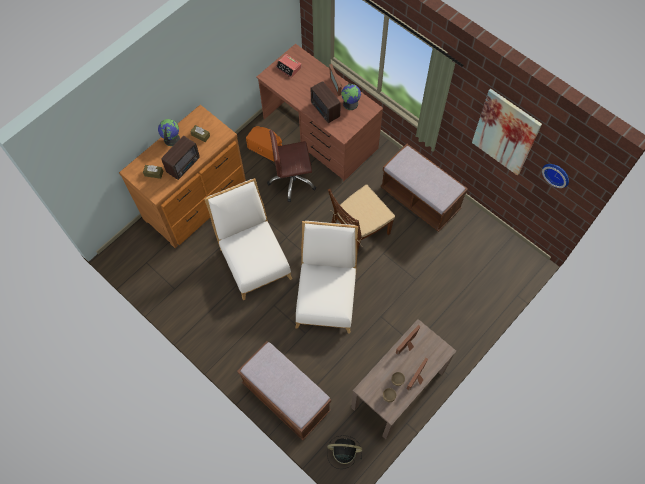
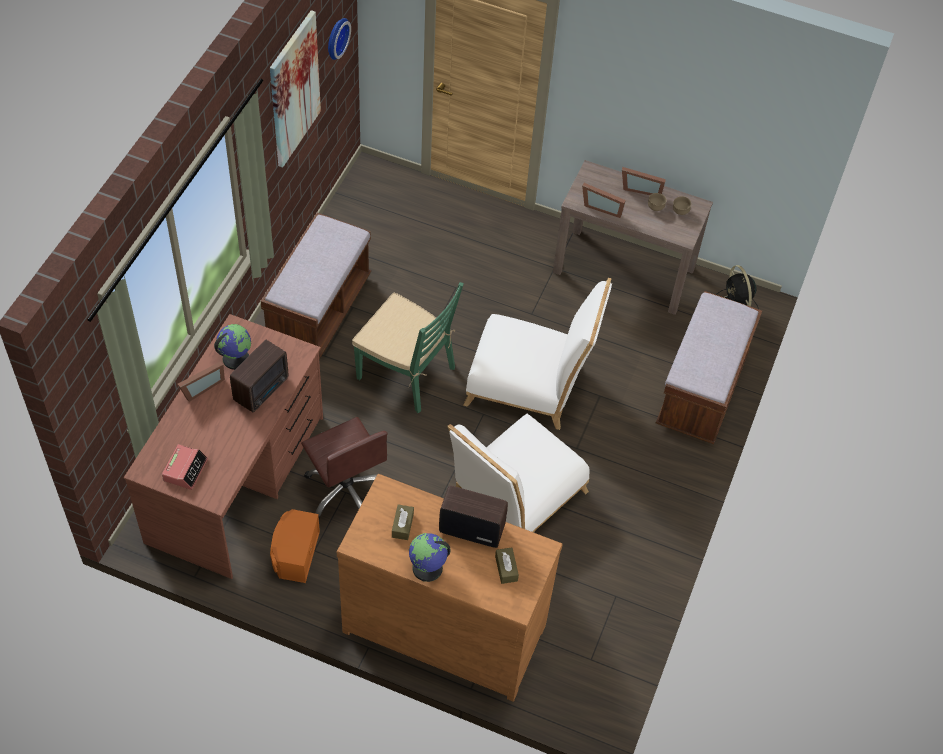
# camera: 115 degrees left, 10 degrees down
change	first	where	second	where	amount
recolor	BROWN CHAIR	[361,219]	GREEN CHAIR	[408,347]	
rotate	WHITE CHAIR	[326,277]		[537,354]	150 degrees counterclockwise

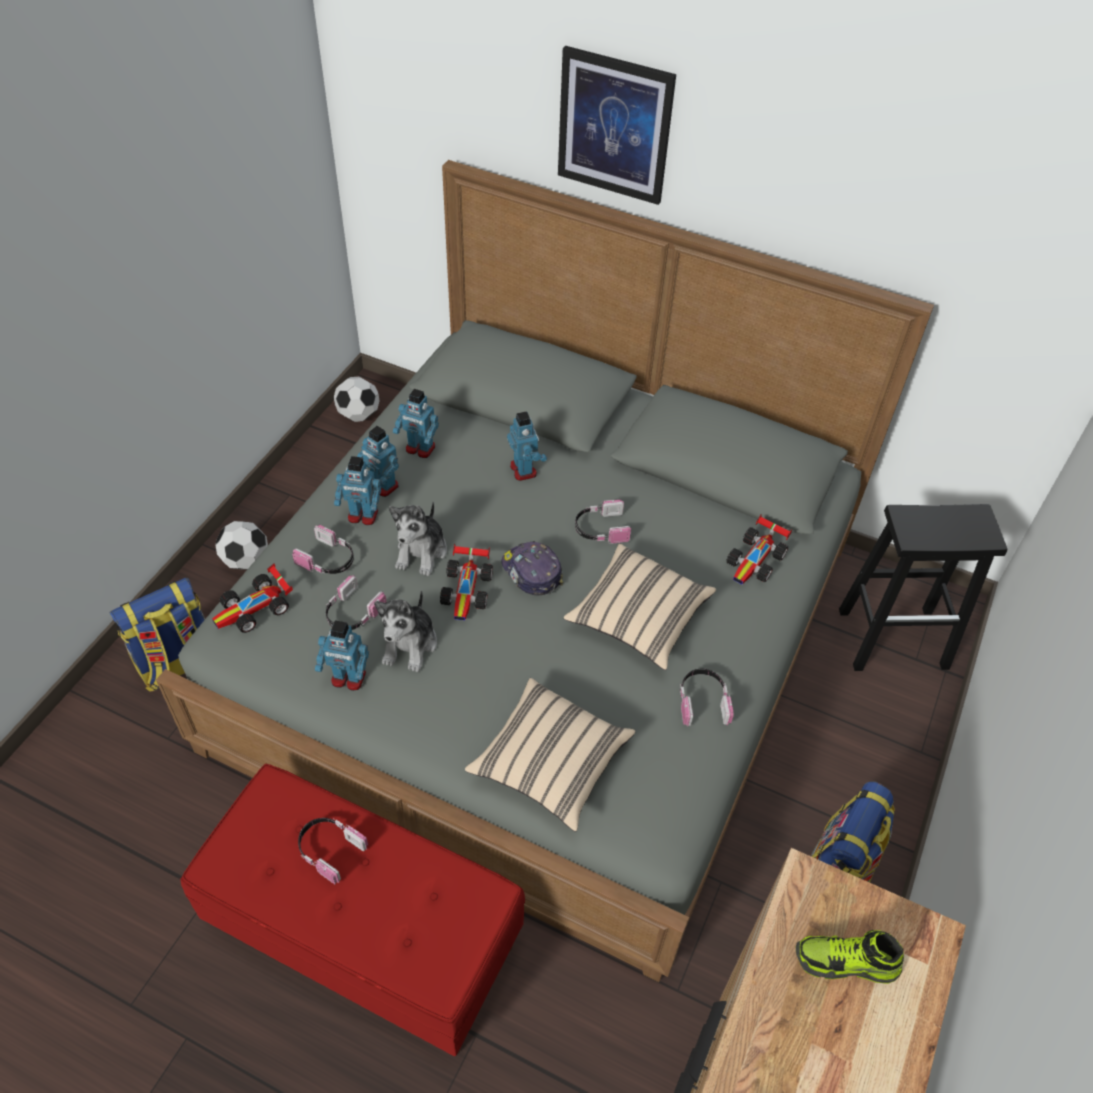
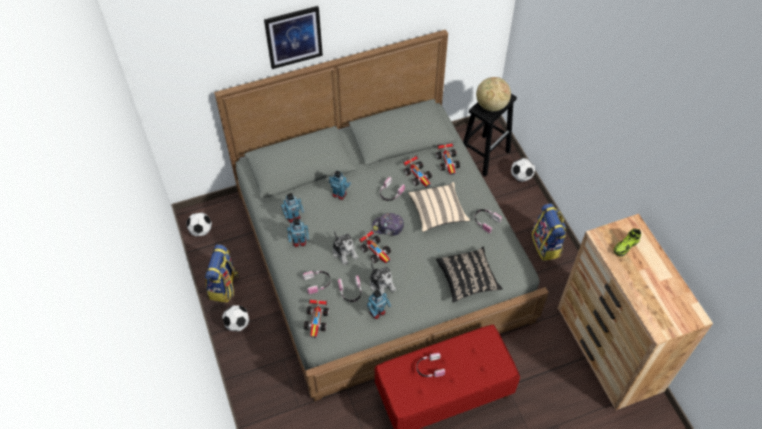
# camera: 45 degrees left, 5 degrees up
change	first	where	second	where	amount
move	BACKPACK	[157,635]		[222,273]	
insert			TOY CAR	[417,171]	
recolor	BEIGE PILLOW	[550,755]	BLACK PILLOW	[469,274]	
insert			GLOBE	[493,94]	
insert			FOOTBALL	[523,170]	
delete	TOY ROBOT	[357,490]			

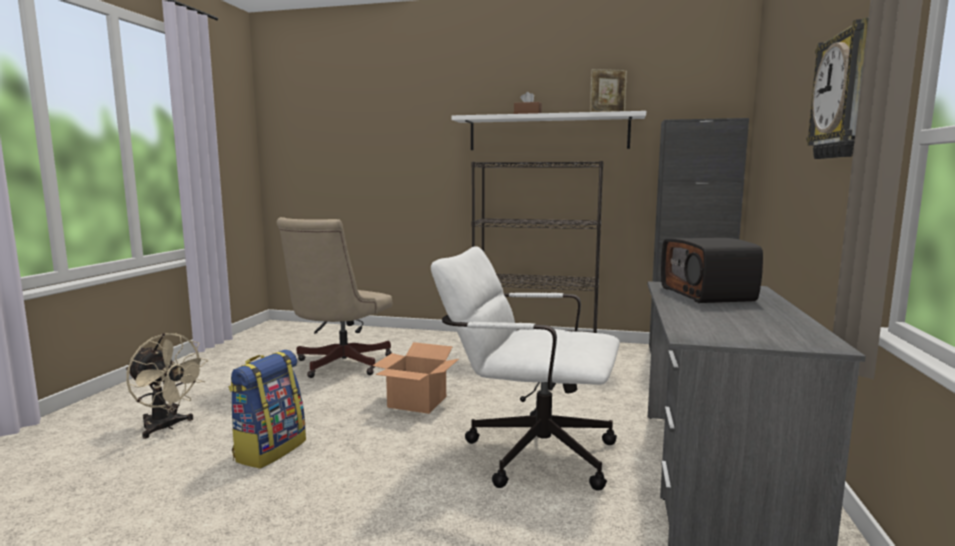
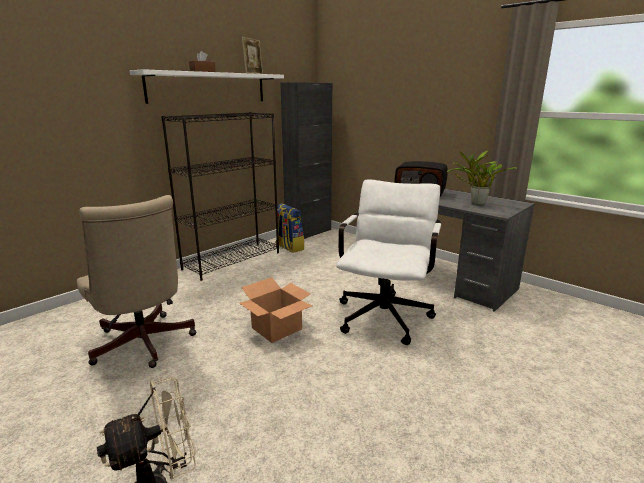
# camera: 60 degrees left, 10 degrees up
change	first	where	second	where	amount
move	BACKPACK	[267,409]		[290,228]	
rotate	WHITE OFFICE CHAIR	[525,368]		[388,262]	150 degrees clockwise
insert			POTTED PLANT	[482,178]	
delete	WALL CLOCK	[837,88]			

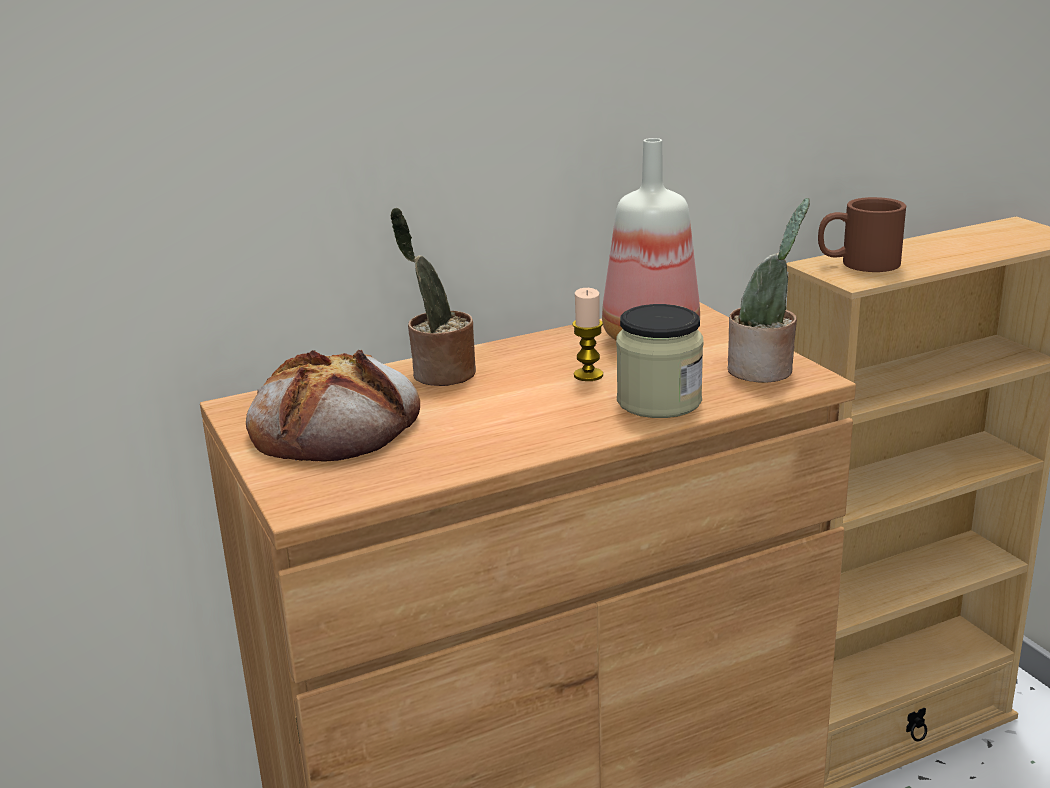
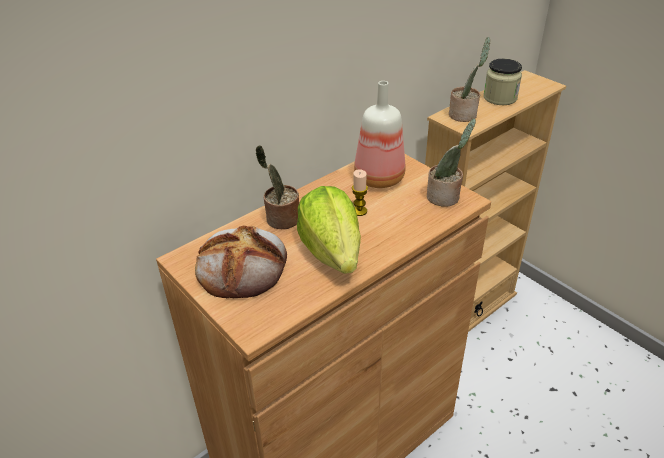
# camera: 15 degrees left, 15 degrees up
change	first	where	second	where	amount
insert			LETTUCE	[329,230]	
replace	BROWN MUG	[862,234]	POTTED PLANT	[469,79]	
move	JAR	[660,361]		[502,82]	

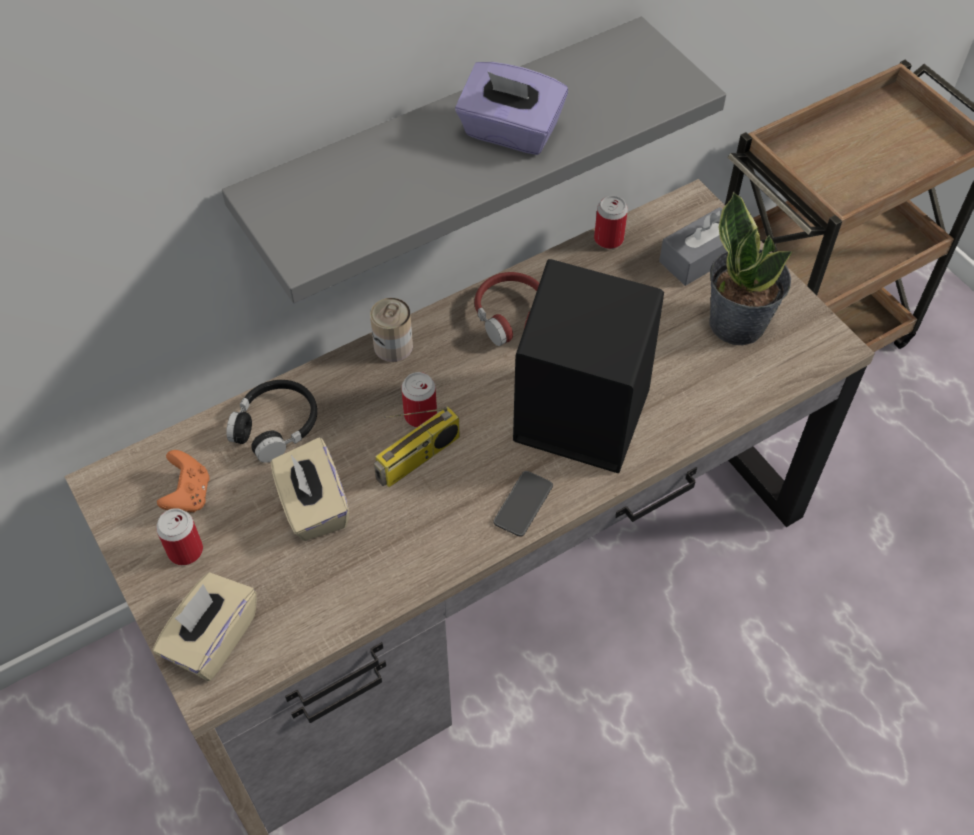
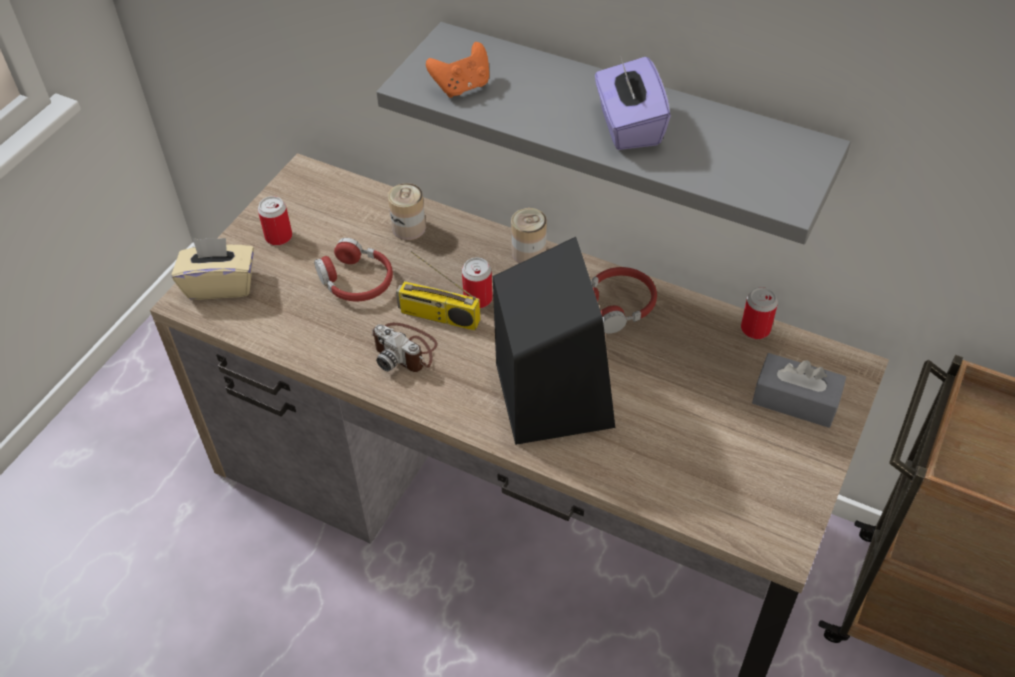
# camera: 60 degrees right, 5 degrees down
change	first	where	second	where	amount
replace	BEIGE TISSUE BOX	[310,489]	RED HEADPHONES	[353,269]	
insert			PHOTO CAMERA	[404,347]	
replace	BLACK HEADPHONES	[271,421]	CAN	[407,211]	
move	ORANGE GAME CONTROLLER	[183,481]		[457,70]	
delete	PHONE	[523,504]			
delete	POTTED PLANT	[751,268]			

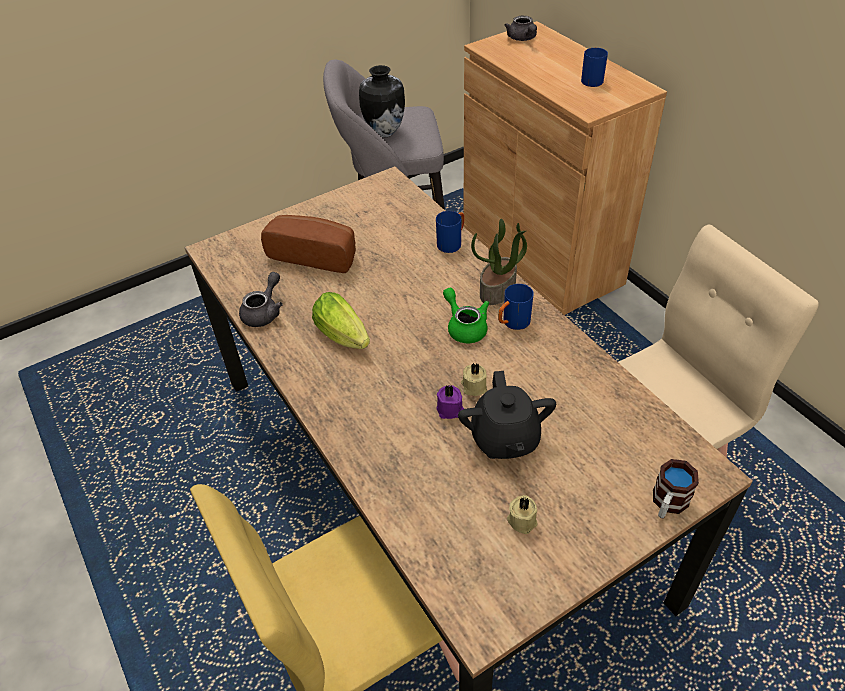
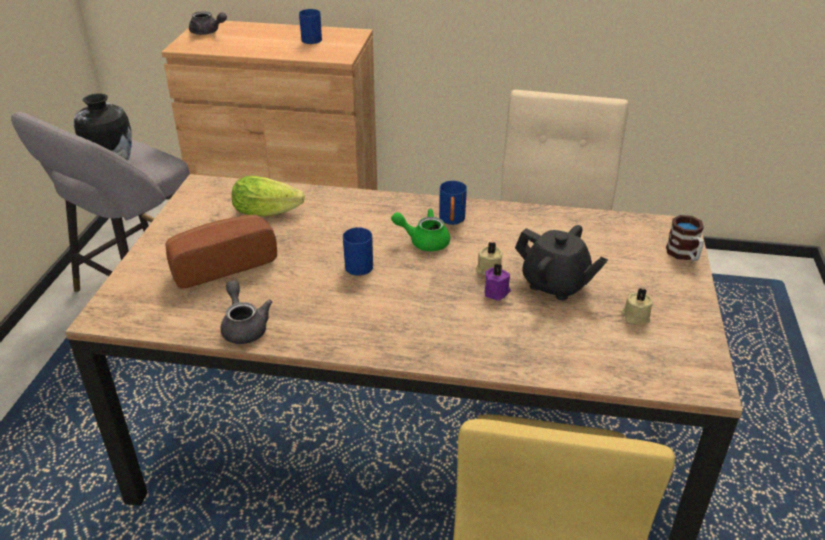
# camera: 50 degrees left, 10 degrees down
change	first	where	second	where	amount
move	LETTUCE	[341,320]		[268,196]	
move	BLUE MUG	[450,232]		[358,251]	
delete	POTTED PLANT	[499,262]			

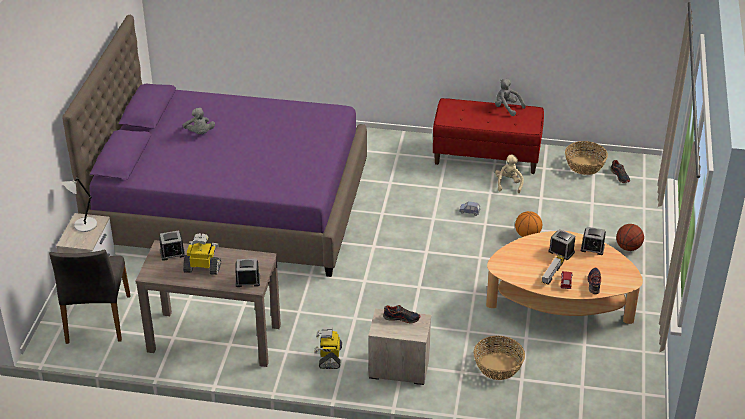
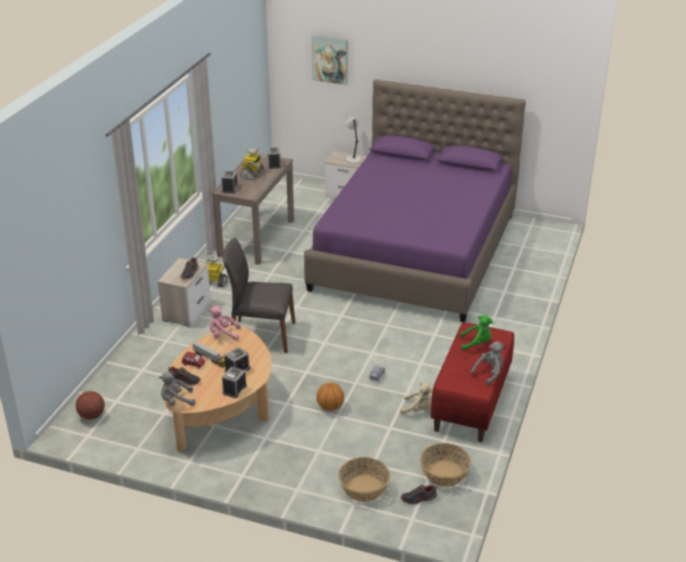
# camera: 100 degrees right, 5 degrees down
change	first	where	second	where	amount
move	BASKETBALL	[630,237]		[90,405]	
move	GREY PLUSH TOY	[199,120]		[177,388]	
insert			PINK PLUSH TOY	[225,323]	
move	GREY CHAIR	[90,297]		[259,295]	
insert			PICTURE	[329,60]	
move	BASKET	[499,358]		[364,479]	
insert			GREEN PLUSH TOY	[476,333]	

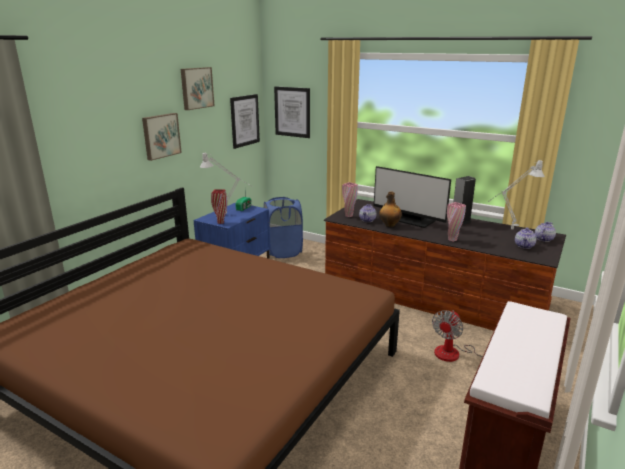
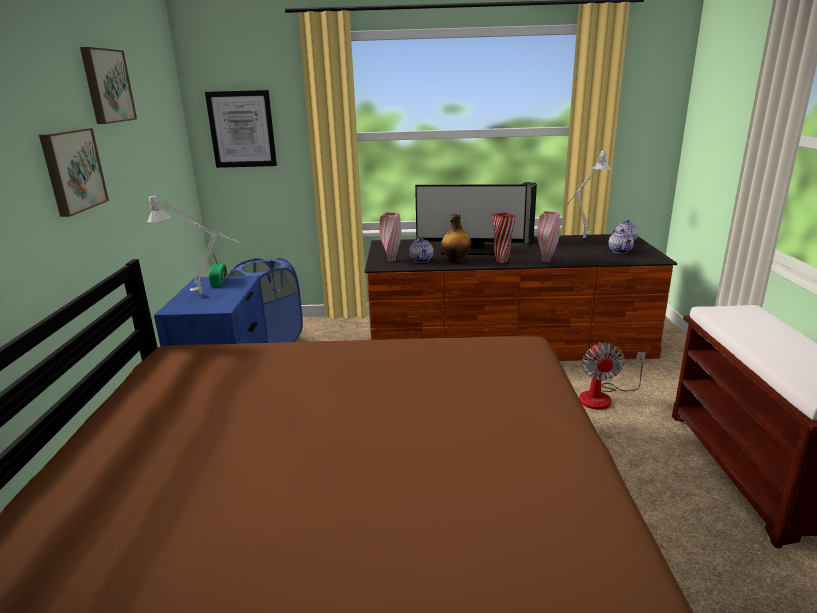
# camera: 30 degrees left, 0 degrees up
change	first	where	second	where	amount
move	RED VASE	[219,206]		[503,238]	
delete	PICTURE	[245,121]			

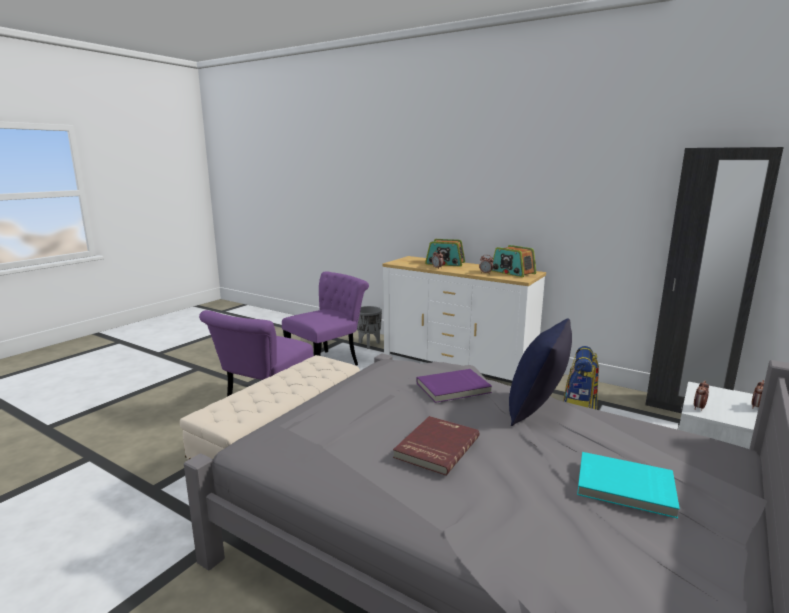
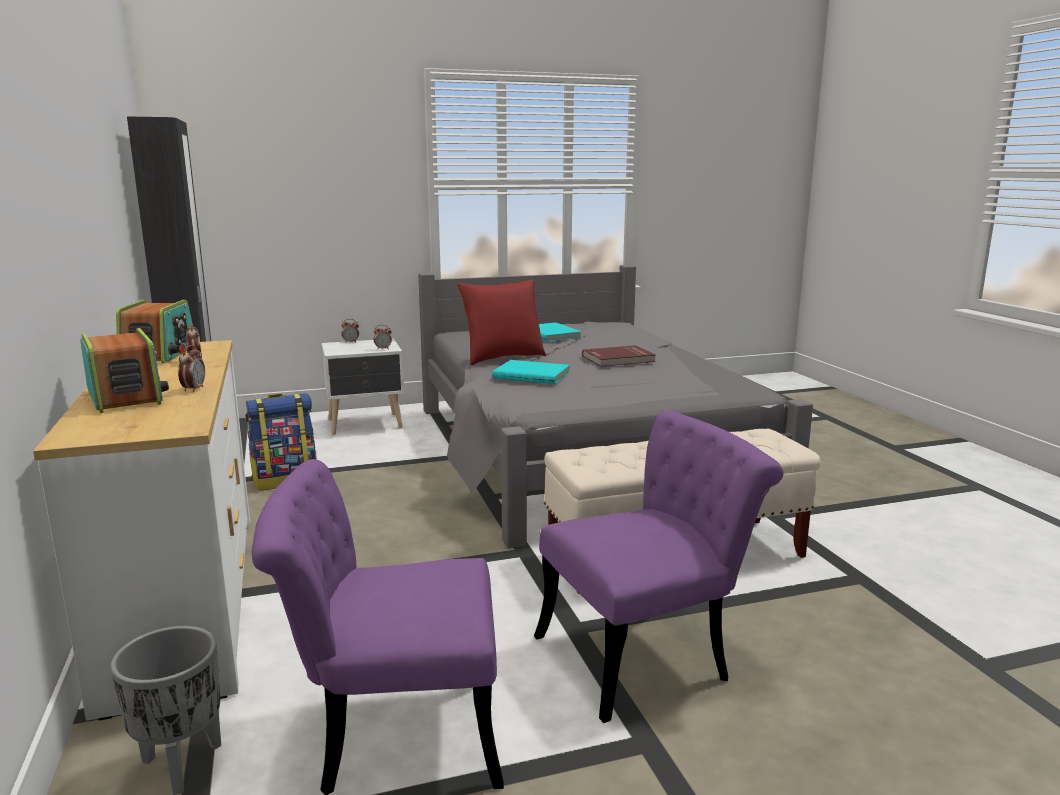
# camera: 140 degrees left, 0 degrees up
change	first	where	second	where	amount
recolor	BLUE PILLOW	[540,372]	RED PILLOW	[501,322]	
recolor	PURPLE BOOK	[454,386]	TURQUOISE BOOK	[531,372]	

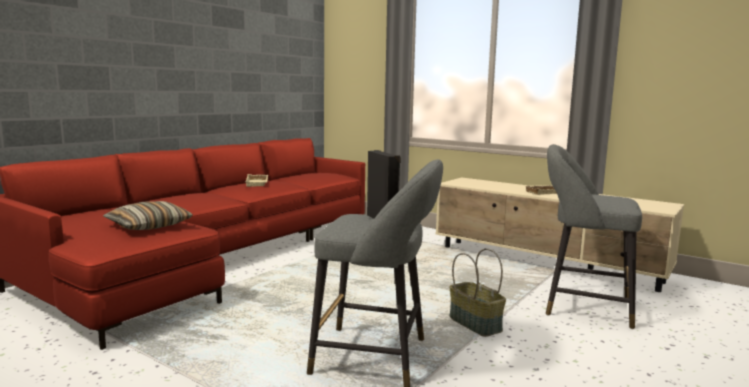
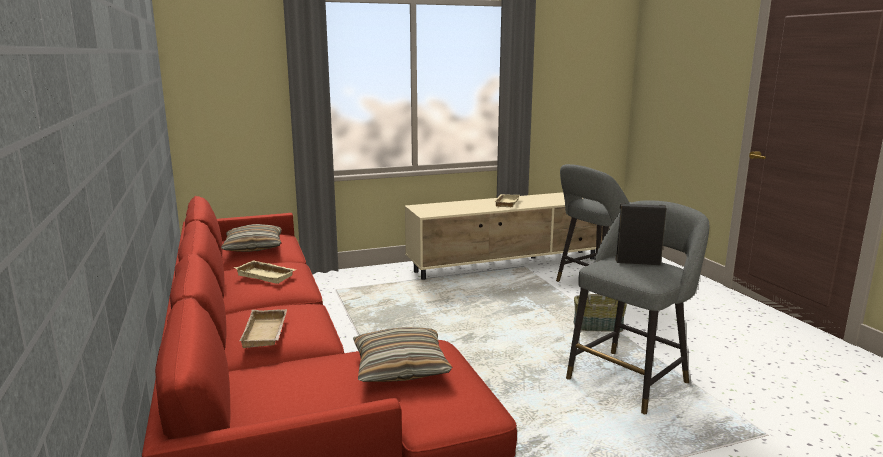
# camera: 55 degrees left, 5 degrees up
change	first	where	second	where	amount
insert			PILLOW	[251,238]	
insert			BEIGE TRAY	[263,328]	

